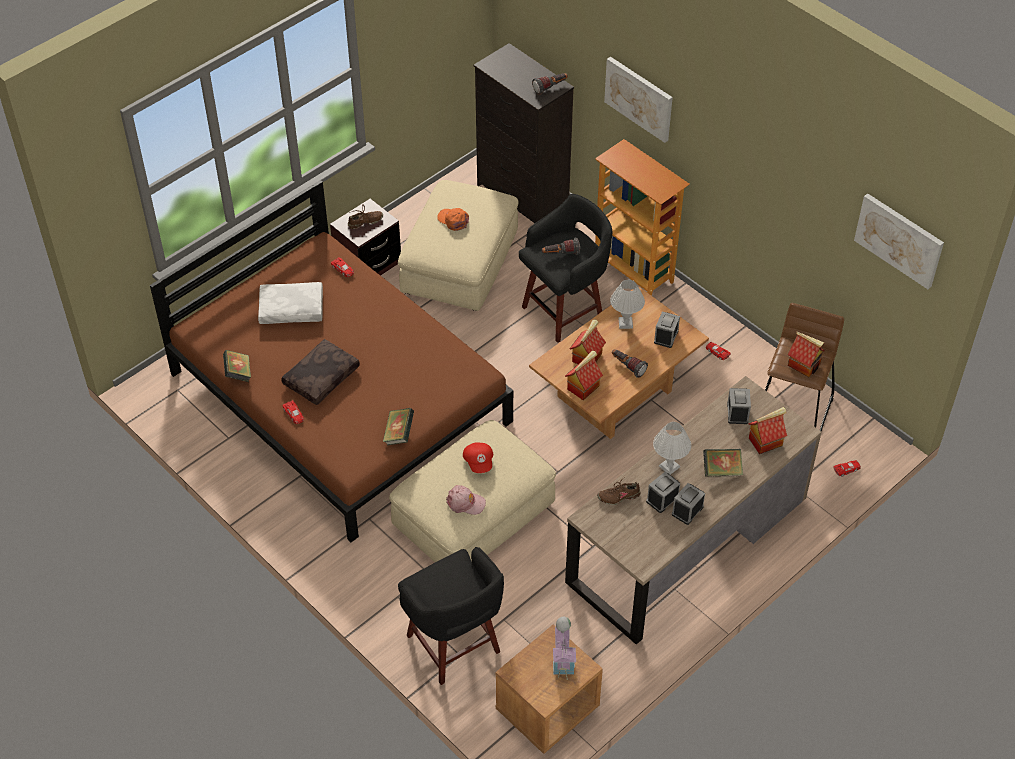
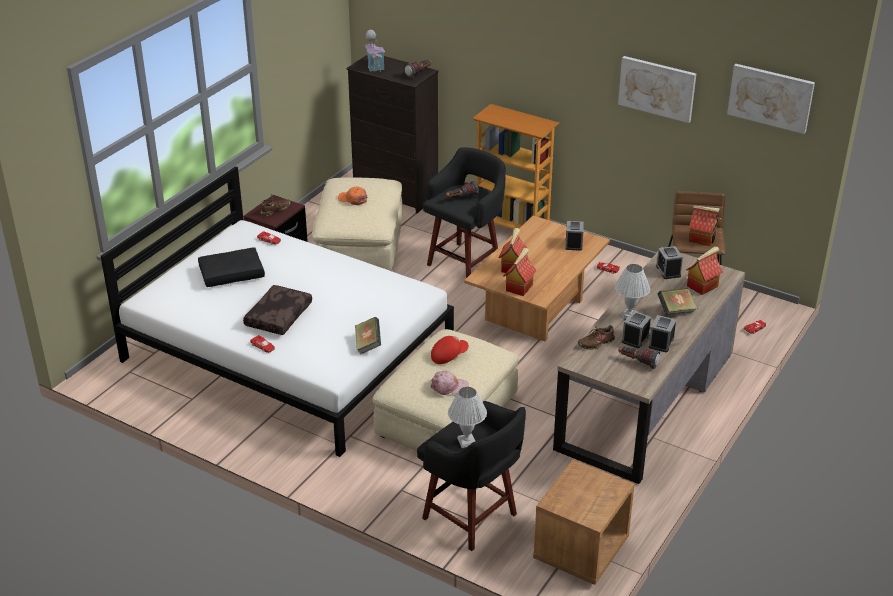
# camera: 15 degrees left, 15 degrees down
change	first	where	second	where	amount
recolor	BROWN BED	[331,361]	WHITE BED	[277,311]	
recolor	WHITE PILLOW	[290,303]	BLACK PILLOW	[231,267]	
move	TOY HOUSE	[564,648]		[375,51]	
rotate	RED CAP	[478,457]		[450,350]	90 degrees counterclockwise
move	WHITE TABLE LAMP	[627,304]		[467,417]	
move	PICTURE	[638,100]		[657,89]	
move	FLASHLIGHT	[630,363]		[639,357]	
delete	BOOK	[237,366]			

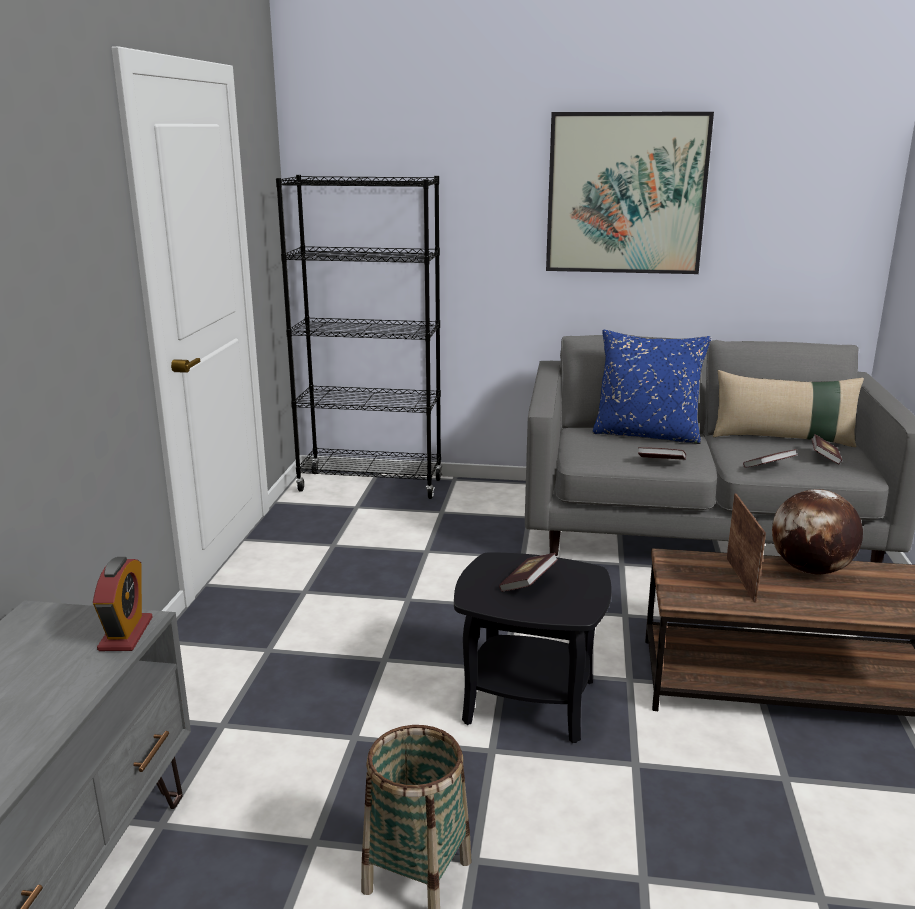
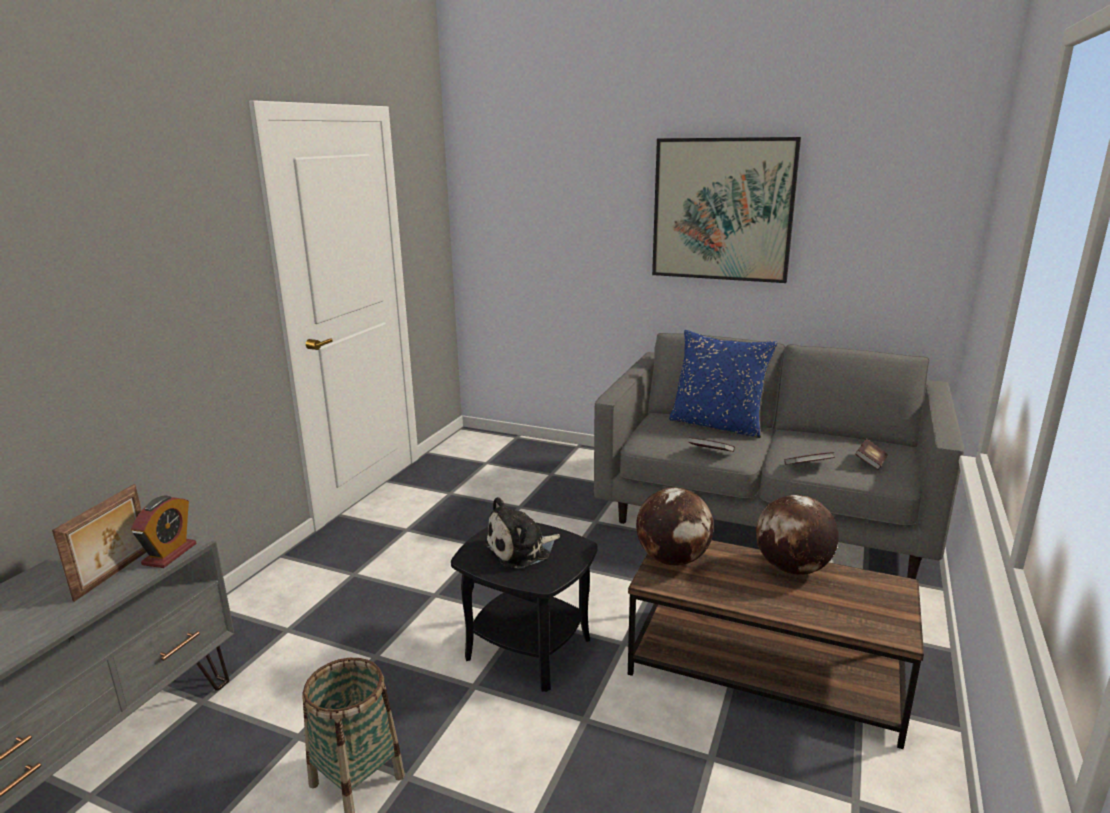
# camera: 15 degrees right, 0 degrees up
change	first	where	second	where	amount
move	PICTURE FRAME	[746,548]		[99,543]	
replace	BOOK	[528,572]	PLUSH TOY	[522,532]	
insert			GLOBE	[675,526]	
delete	BLACK BOOKCASE	[359,337]			
delete	BEIGE PILLOW	[788,408]			

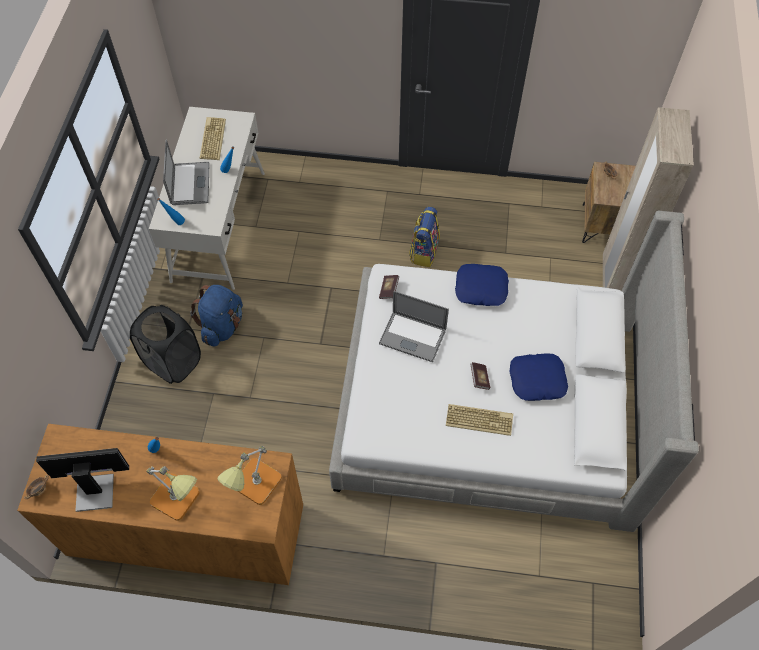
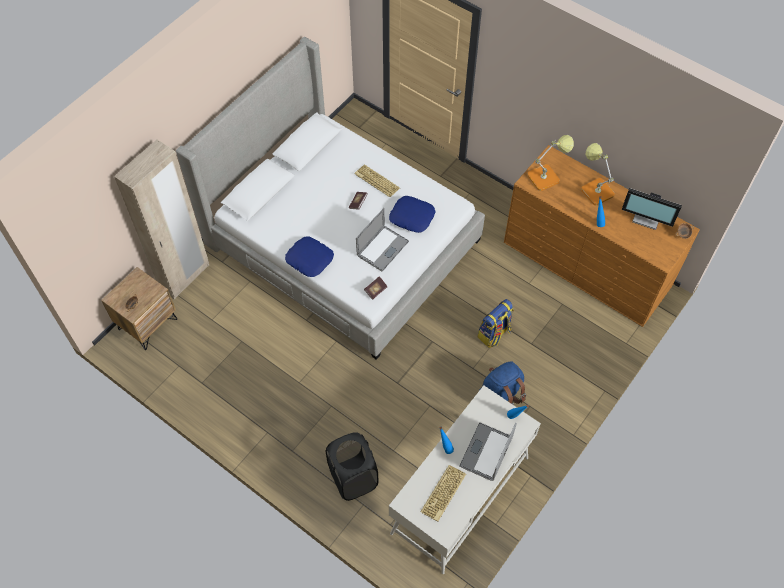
# camera: 150 degrees left, 0 degrees up
change	first	where	second	where	amount
move	BLACK LAUNDRY BASKET	[165,344]		[352,466]	
rotate	LAPTOP	[414,326]		[382,240]	75 degrees clockwise
move	BLUE PILLOW	[539,377]		[412,214]	
move	BACKPACK	[424,237]		[496,323]	

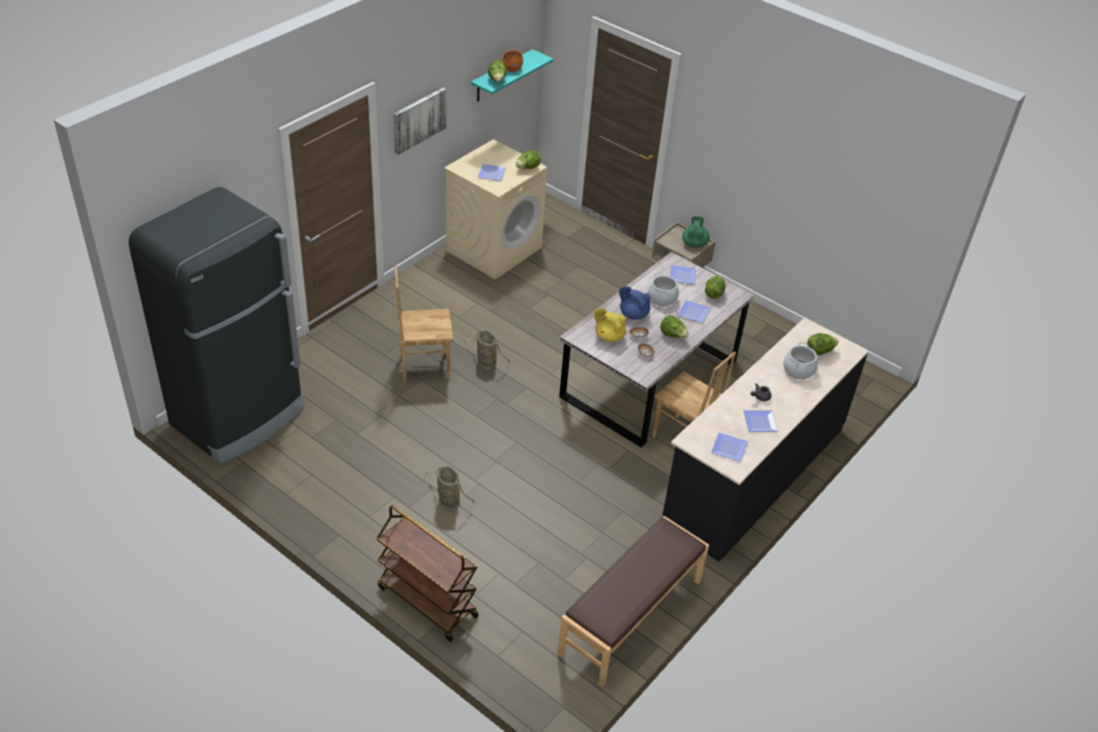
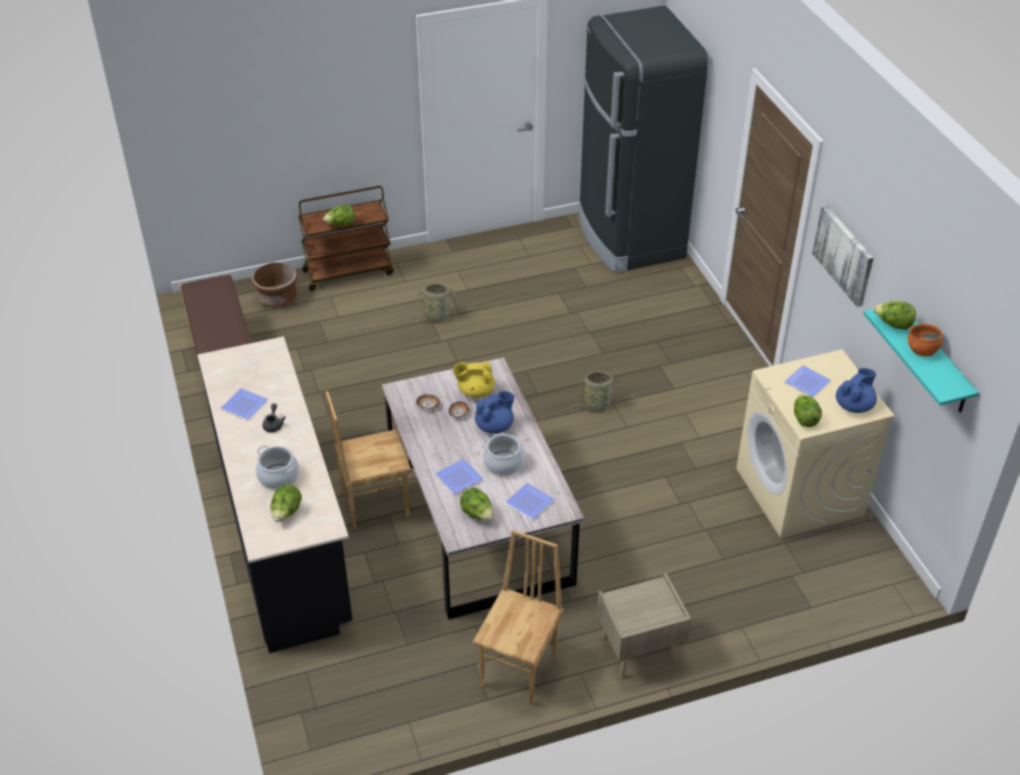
# camera: 125 degrees right, 0 degrees up
change	first	where	second	where	amount
insert			BROWN PLANTER	[274,285]	
move	LETTUCE	[674,326]		[339,215]	
rotate	YELLOW TEAPOT	[610,325]		[474,379]	150 degrees counterclockwise
move	BROWN CHAIR	[424,324]		[518,617]	
insert			BLUE TEAPOT	[856,390]	
delete	GREEN TEAPOT	[696,232]			
delete	PLATE	[729,447]			

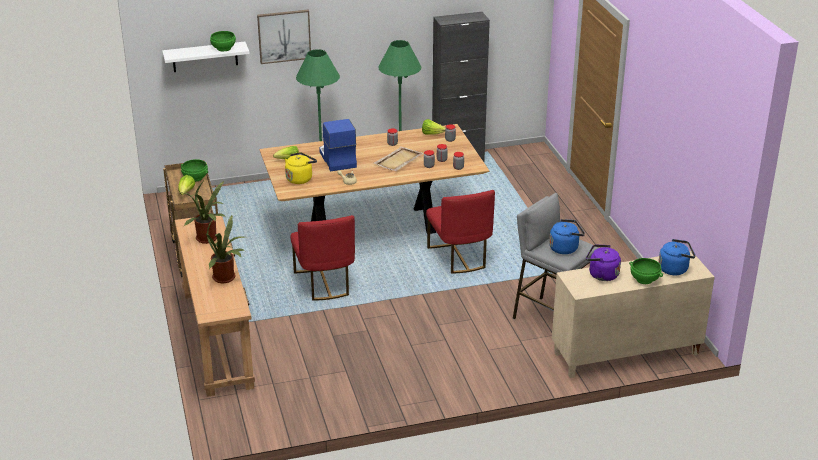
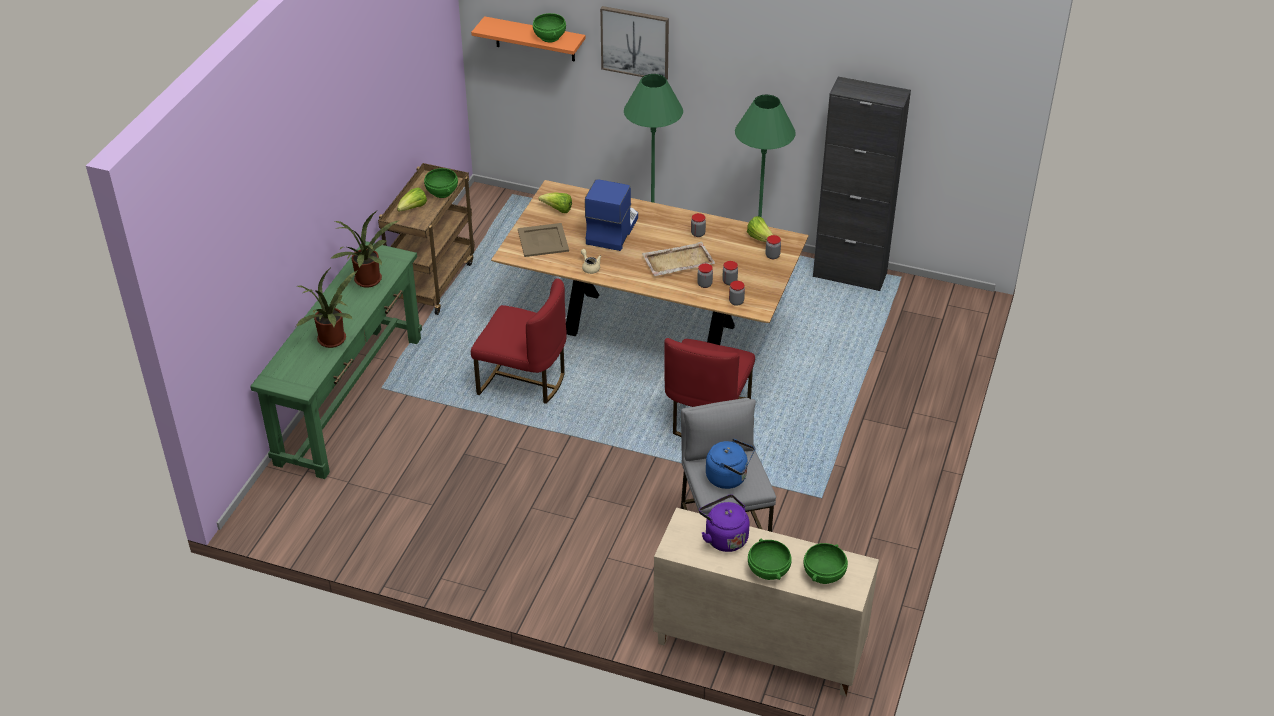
# camera: 35 degrees right, 10 degrees up
change	first	where	second	where	amount
recolor	BROWN CONSOLE TABLE	[215,306]	GREEN CONSOLE TABLE	[336,360]	
recolor	WHITE SHELF	[205,57]	ORANGE SHELF	[528,39]	
rotate	RED CHAIR	[322,258]		[519,341]	90 degrees counterclockwise
replace	YELLOW KETTLE	[301,168]	BEIGE TRAY	[543,240]	
replace	BLUE KETTLE	[676,257]	GREEN BOWL	[825,563]	

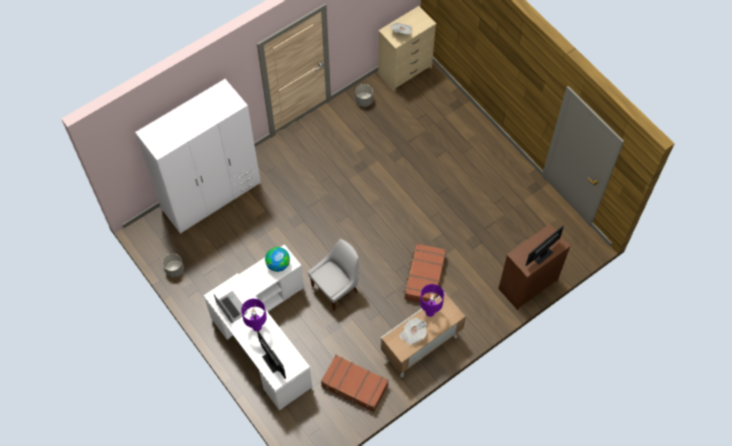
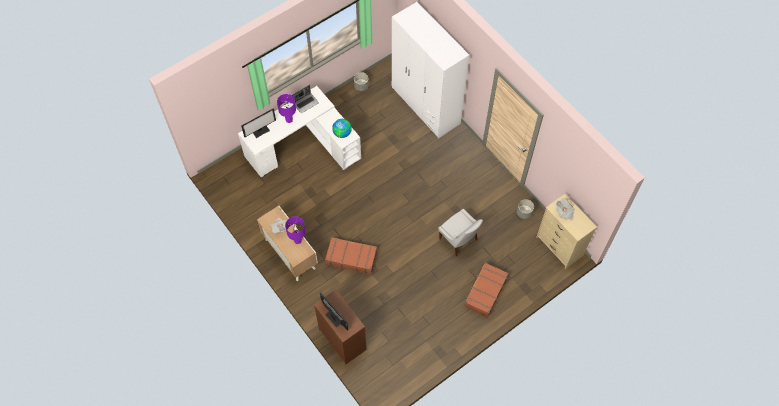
# camera: 90 degrees right, 0 degrees up
change	first	where	second	where	amount
move	WHITE CHAIR	[333,275]		[460,232]	
move	BROWN SUITCASE	[355,383]		[486,289]	

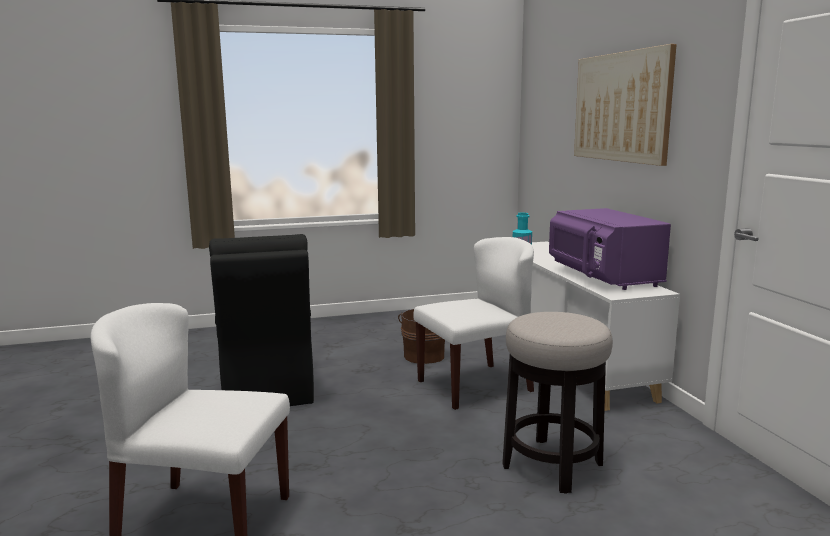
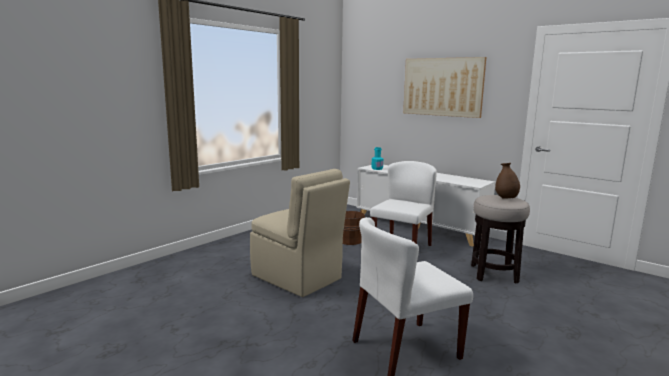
# camera: 35 degrees left, 0 degrees up
change	first	where	second	where	amount
recolor	BLACK CHAIR	[261,320]	BEIGE CHAIR	[300,233]	
insert			BROWN VASE	[507,181]	
delete	PURPLE MICROWAVE	[610,249]			

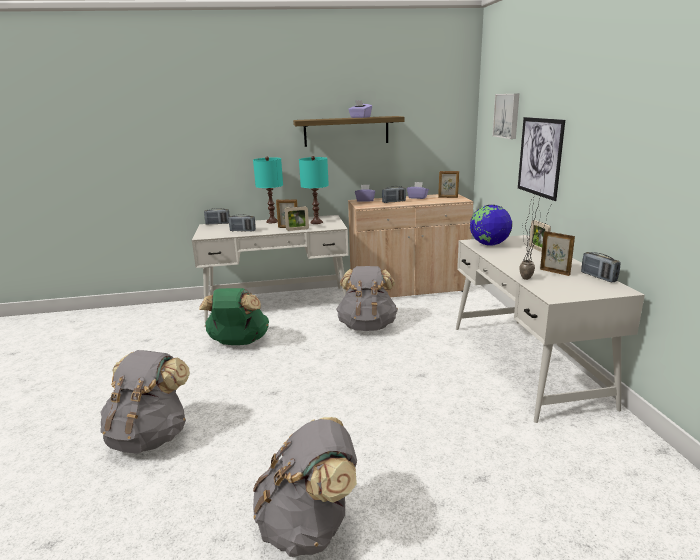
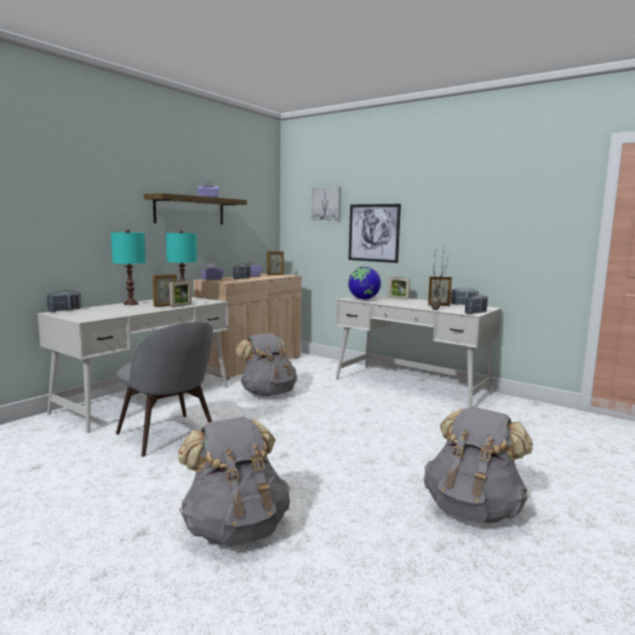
# camera: 45 degrees left, 10 degrees down
change	first	where	second	where	amount
replace	GREEN BACKPACK	[234,316]	GREY CHAIR	[164,389]	
move	RADIO	[242,223]		[476,304]	

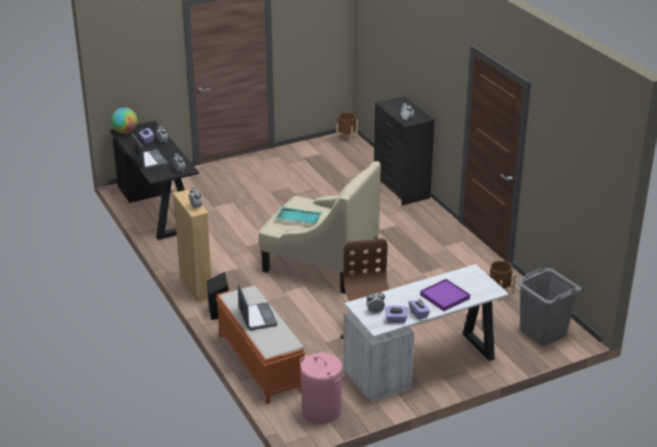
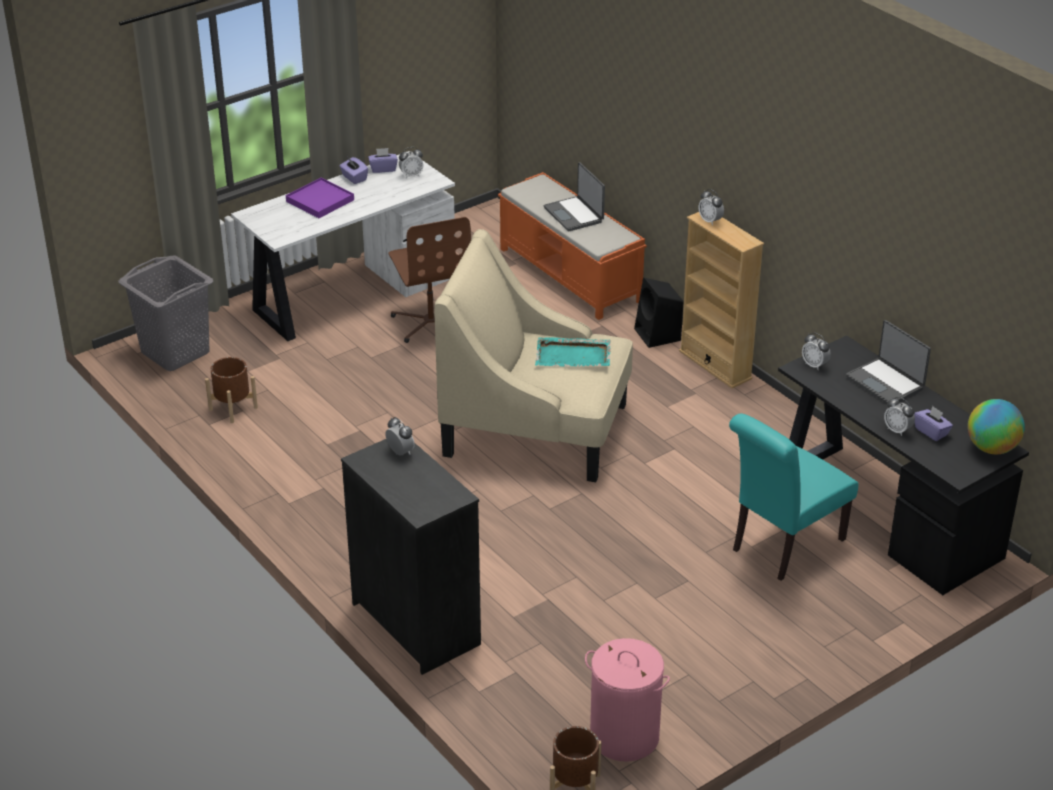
# camera: 170 degrees right, 5 degrees up
change	first	where	second	where	amount
move	PINK LAUNDRY BASKET	[322,388]		[627,700]	
insert			TURQUOISE CHAIR	[794,497]	

